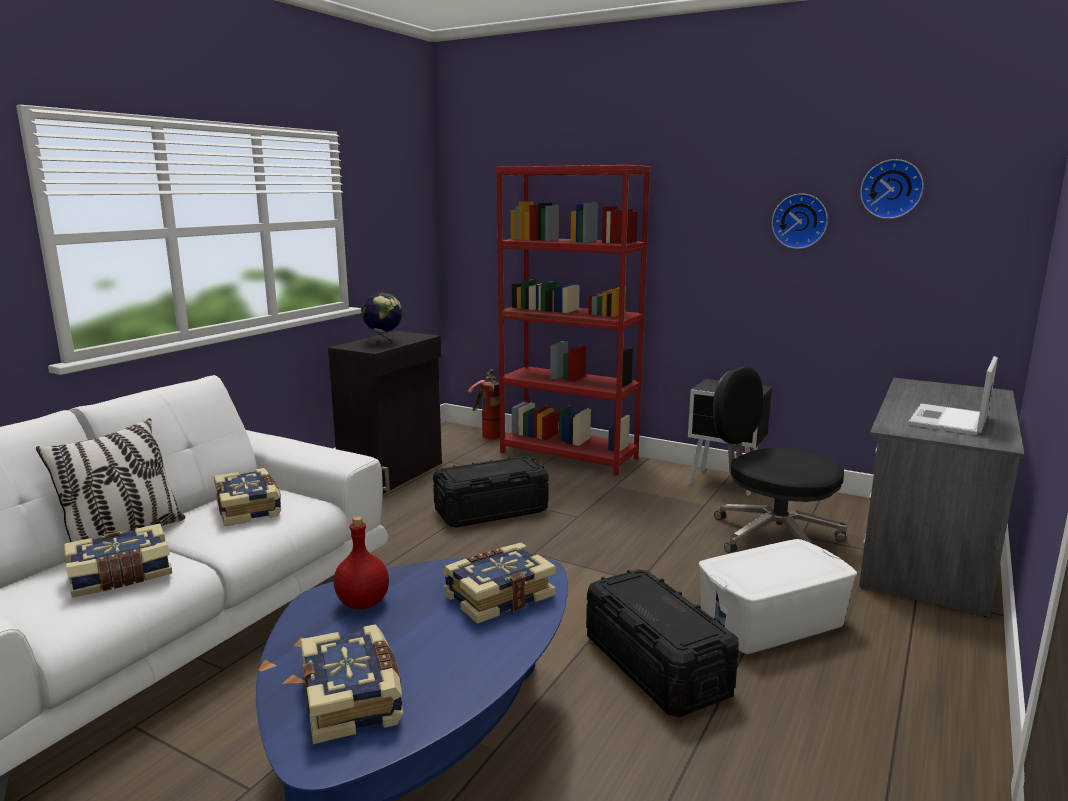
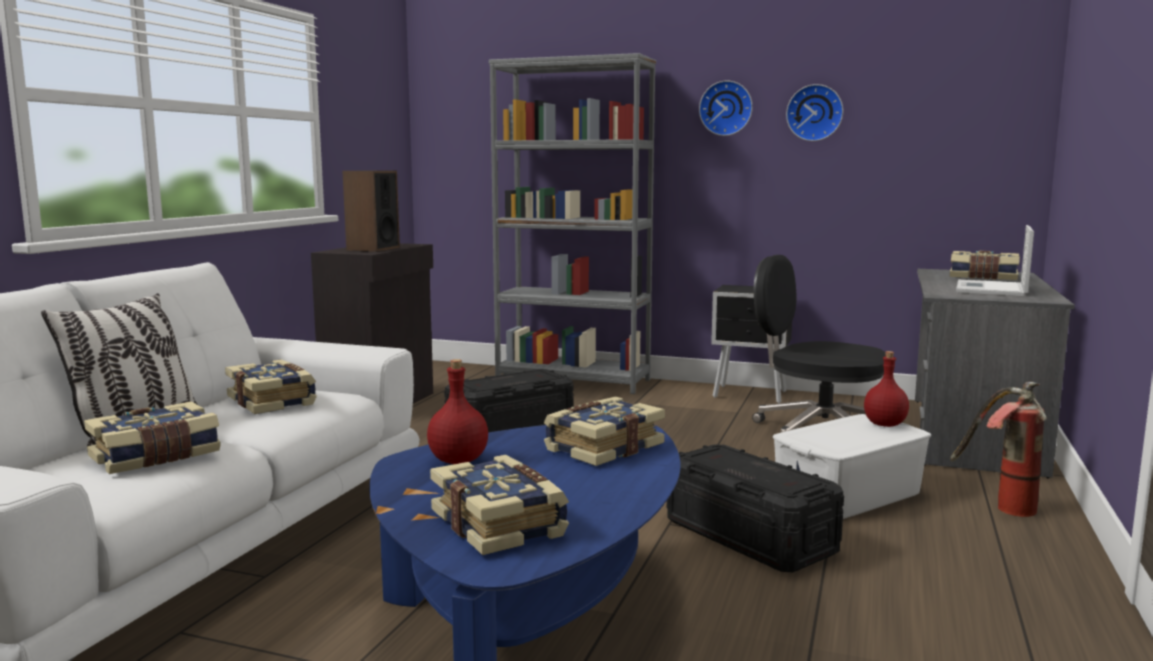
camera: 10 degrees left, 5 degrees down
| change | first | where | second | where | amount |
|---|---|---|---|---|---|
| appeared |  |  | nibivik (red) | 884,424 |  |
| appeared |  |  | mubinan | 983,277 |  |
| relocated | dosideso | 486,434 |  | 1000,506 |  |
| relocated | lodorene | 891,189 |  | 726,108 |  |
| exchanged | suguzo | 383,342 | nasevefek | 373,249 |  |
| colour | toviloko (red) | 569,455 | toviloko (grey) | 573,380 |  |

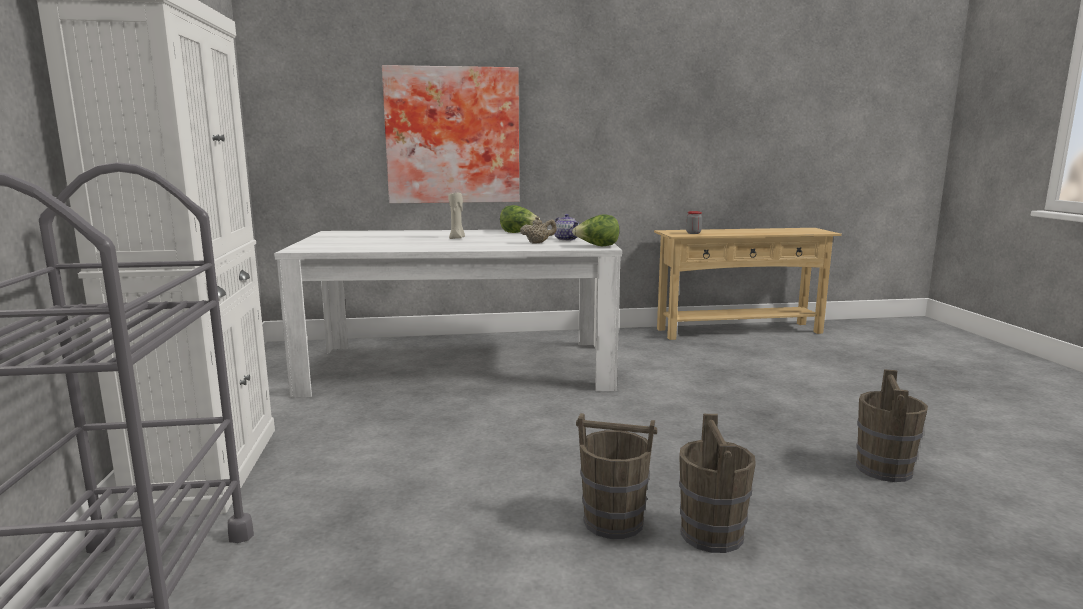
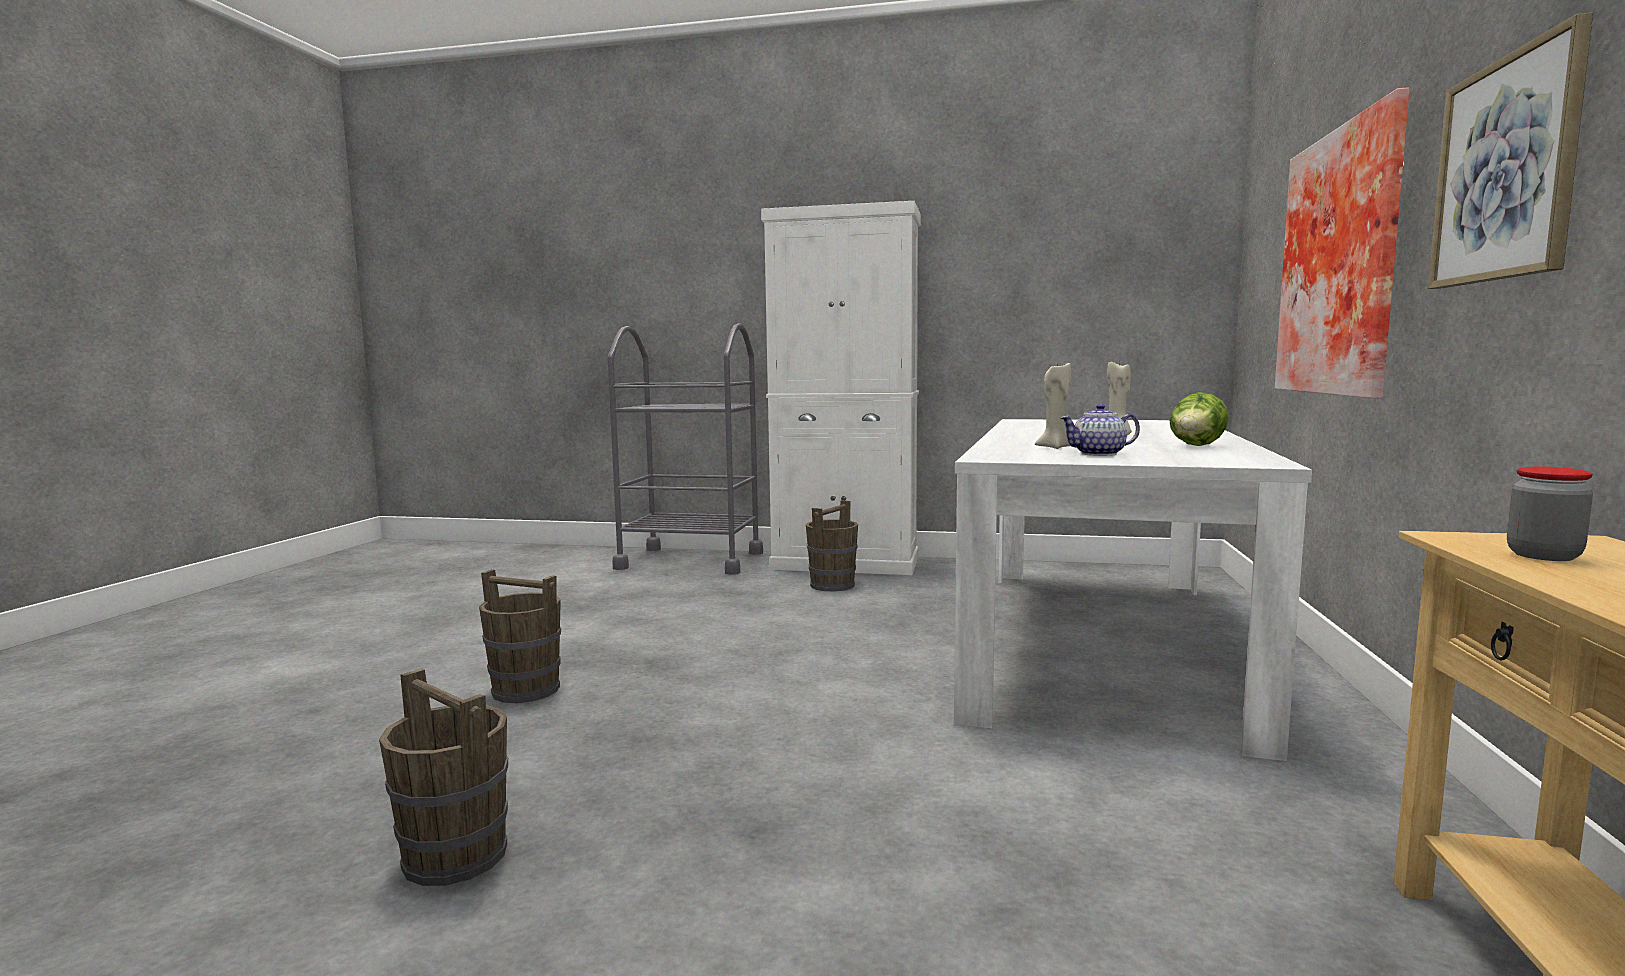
camera: 110 degrees right, 5 degrees down
| change | first | where | second | where | amount |
|---|---|---|---|---|---|
| missing | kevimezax | 597,246 |  |  |  |
| appeared |  |  | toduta | 1506,170 |  |
| relocated | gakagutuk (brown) | 614,522 |  | 832,585 |  |
| exchanged | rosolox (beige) | 538,243 | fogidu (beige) | 1054,447 |  |

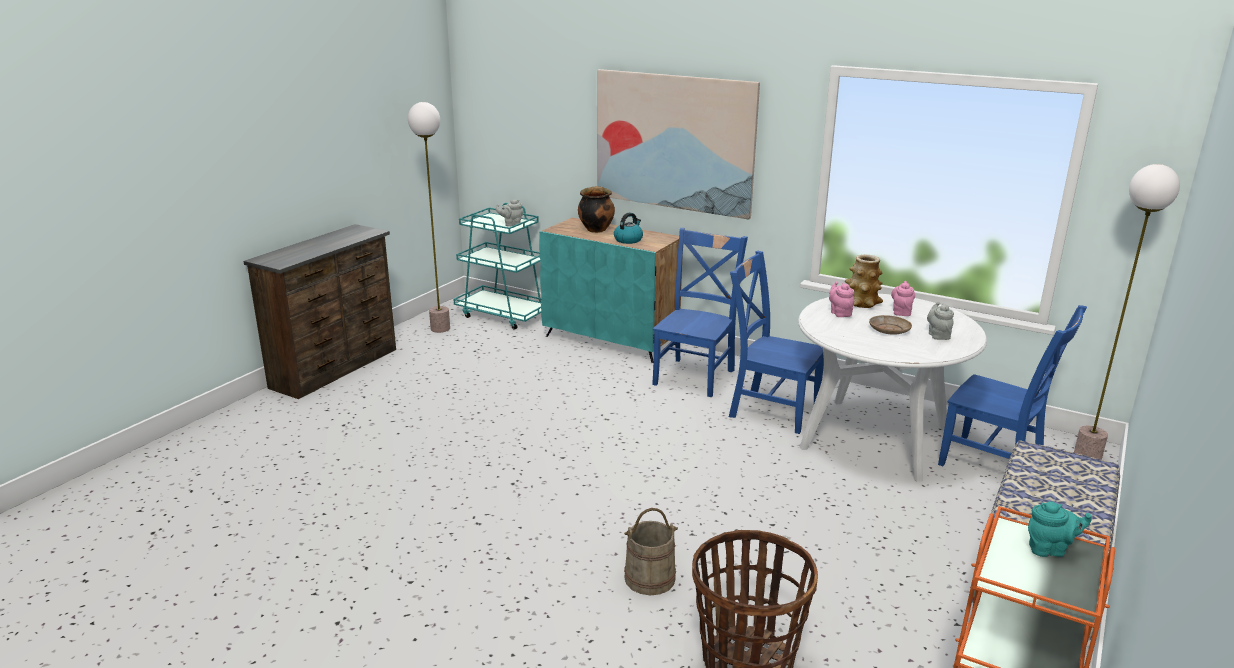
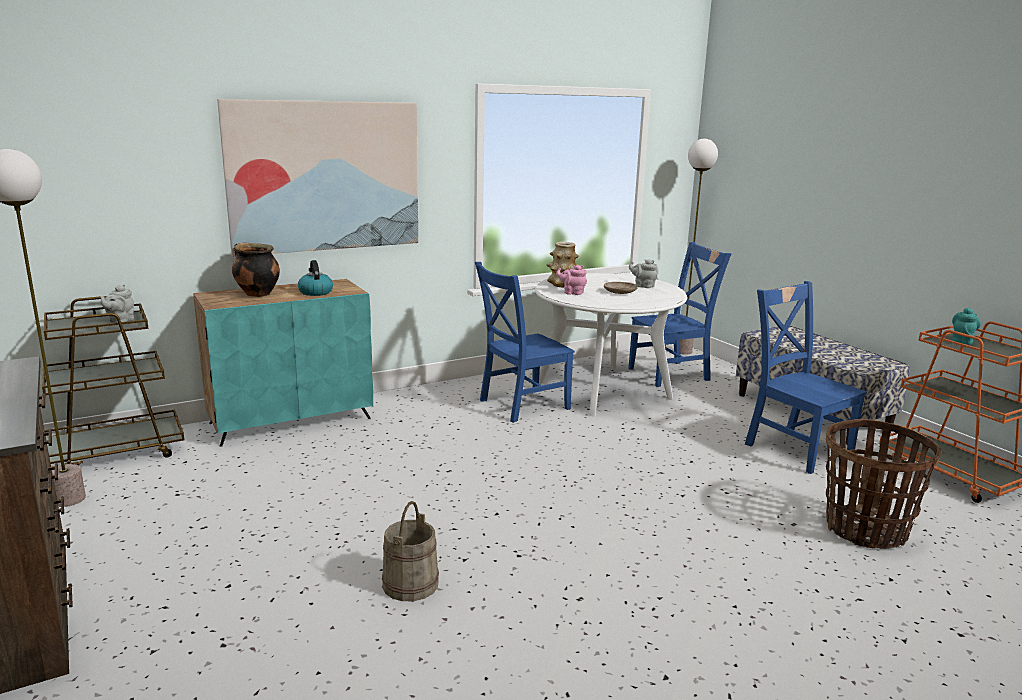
camera: 60 degrees left, 5 degrees down
| change | first | where | second | where | amount |
|---|---|---|---|---|---|
| missing | rosolox (pink) | 901,312 |  |  |  |
| relocated | gakagutuk (beige) | 649,578 |  | 410,583 |  |
| relocated | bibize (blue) | 695,376 |  | 795,448 |  |
| colour | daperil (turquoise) | 503,314 | daperil (brown) | 116,452 |  |

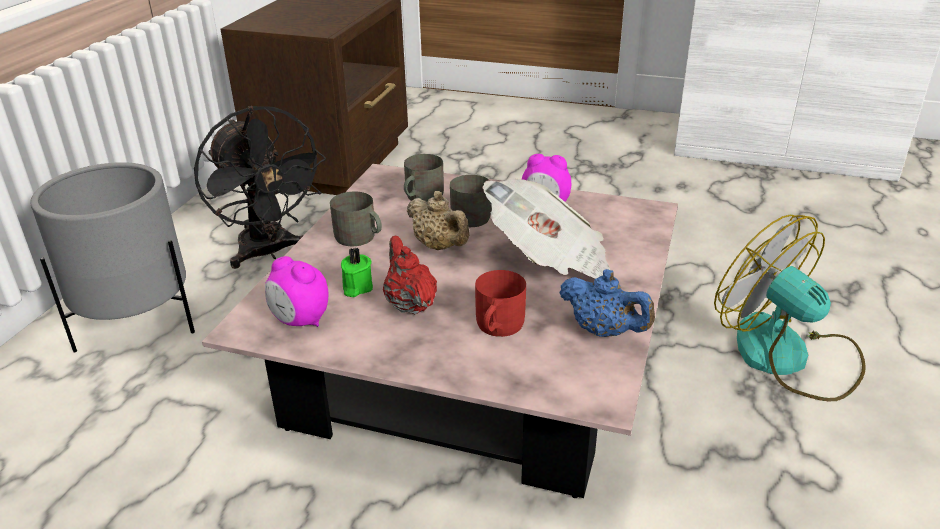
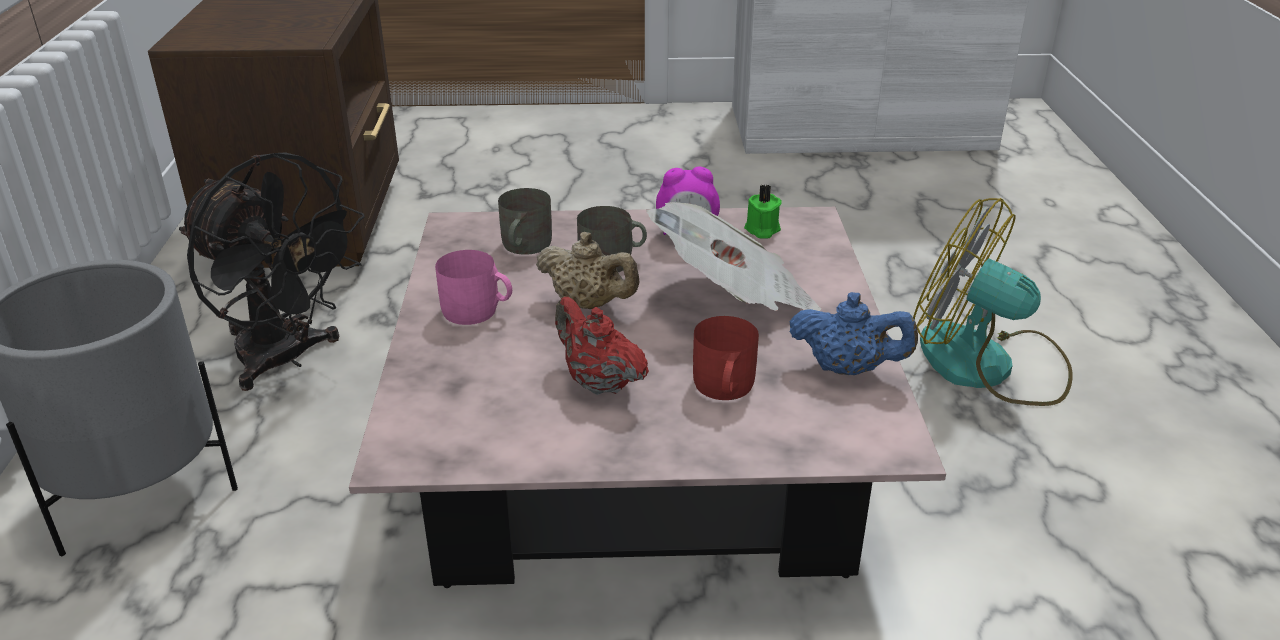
camera: 20 degrees left, 0 degrees up
| change | first | where | second | where | amount |
|---|---|---|---|---|---|
| missing | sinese | 300,321 |  |  |  |
| relocated | fogidu (green) | 356,287 |  | 761,230 |  |
| colour | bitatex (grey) | 359,238 | bitatex (pink) | 477,312 |  |

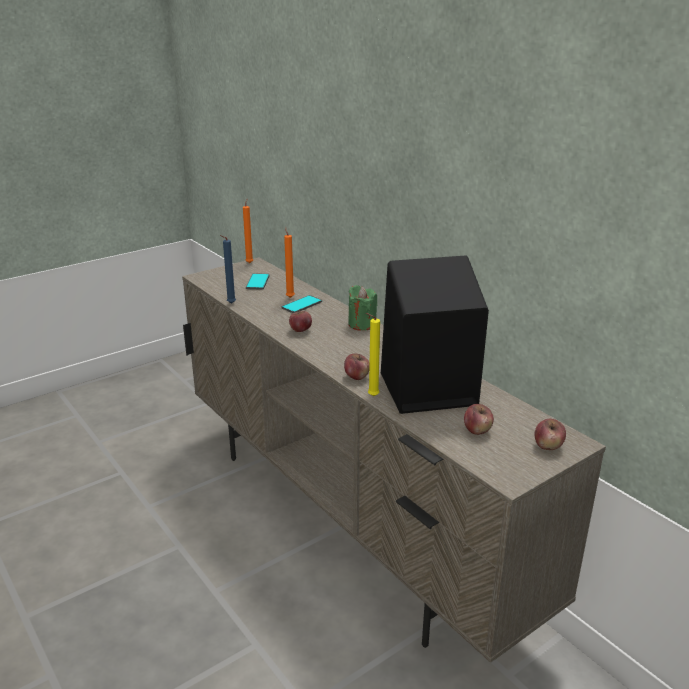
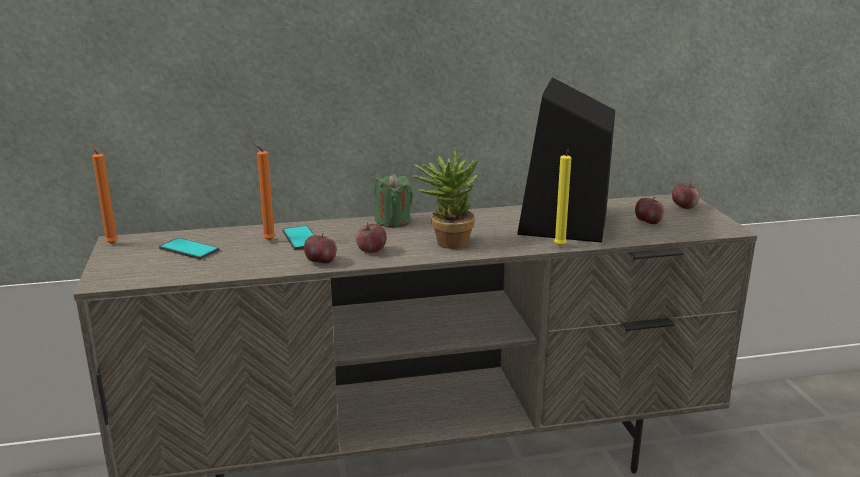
camera: 65 degrees left, 5 degrees down
| change | first | where | second | where | amount |
|---|---|---|---|---|---|
| missing | fogidu (blue) | 230,304 |  |  |  |
| appeared |  |  | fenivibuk | 446,241 |  |
| relocated | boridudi | 357,376 |  | 321,262 |  |

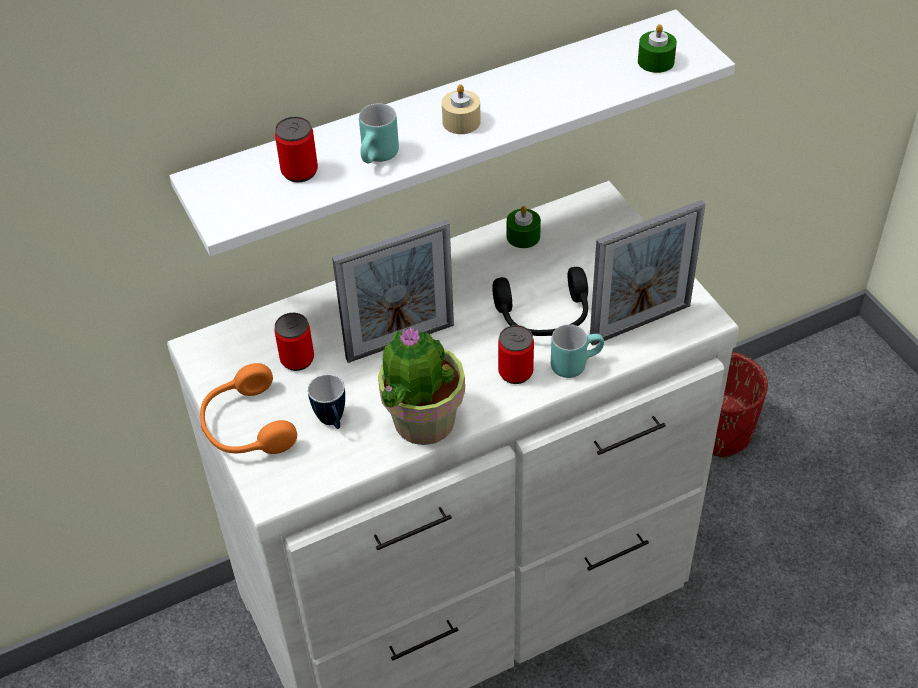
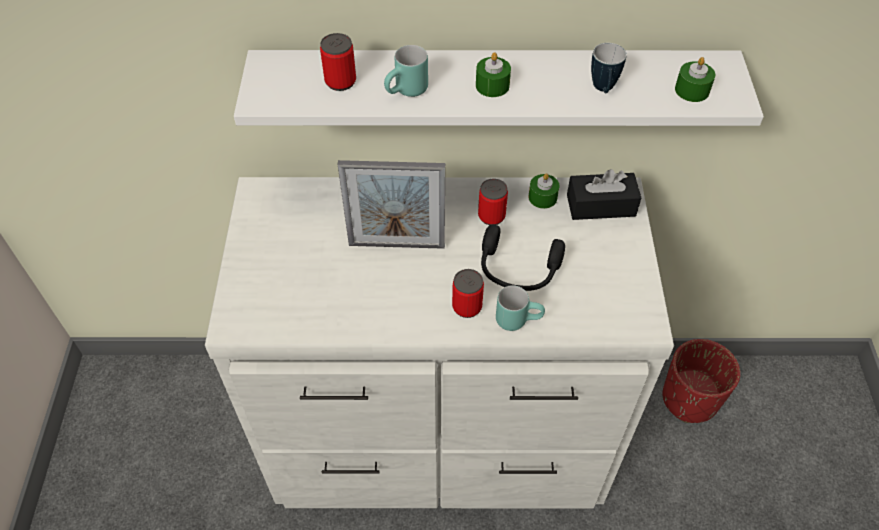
camera: 25 degrees right, 5 degrees up
| change | first | where | second | where | amount |
|---|---|---|---|---|---|
| missing | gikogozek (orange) | 245,426 |  |  |  |
| missing | fenivibuk | 423,421 |  |  |  |
| missing | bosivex | 640,323 |  |  |  |
| appeared |  |  | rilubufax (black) | 601,205 |  |
| relocated | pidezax | 297,359 |  | 491,216 |  |
| relocated | bitatex | 333,422 |  | 603,90 |  |
| colour | fogidu (beige) | 461,122 | fogidu (green) | 492,85 |  |

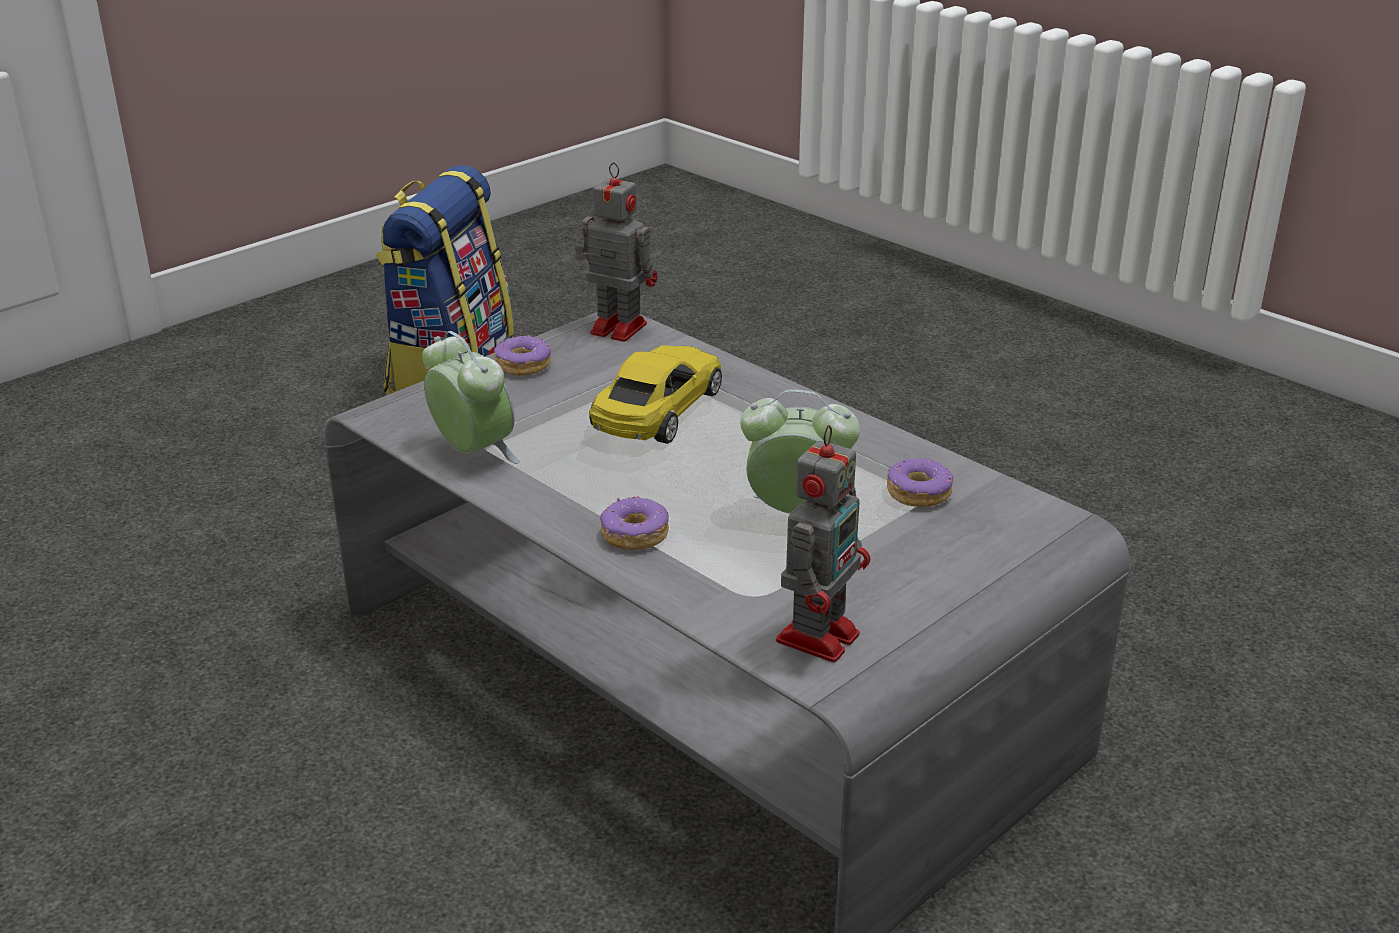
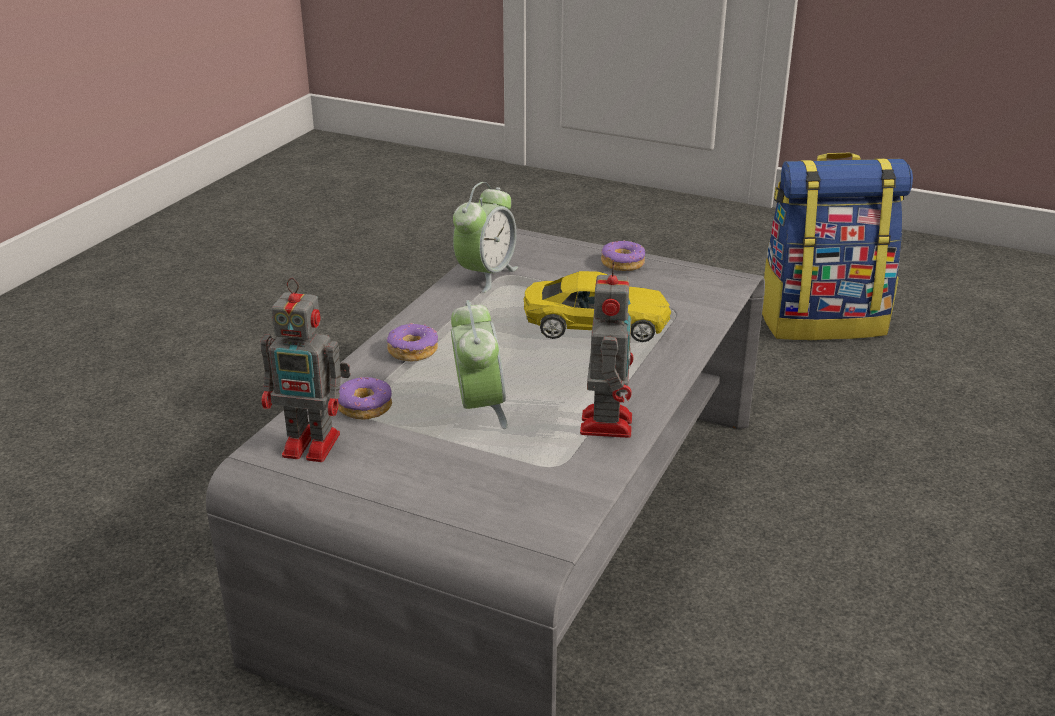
camera: 70 degrees right, 0 degrees up
| change | first | where | second | where | amount |
|---|---|---|---|---|---|
| relocated | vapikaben | 616,328 |  | 606,422 |  |
| relocated | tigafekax | 918,493 |  | 365,407 |  |

